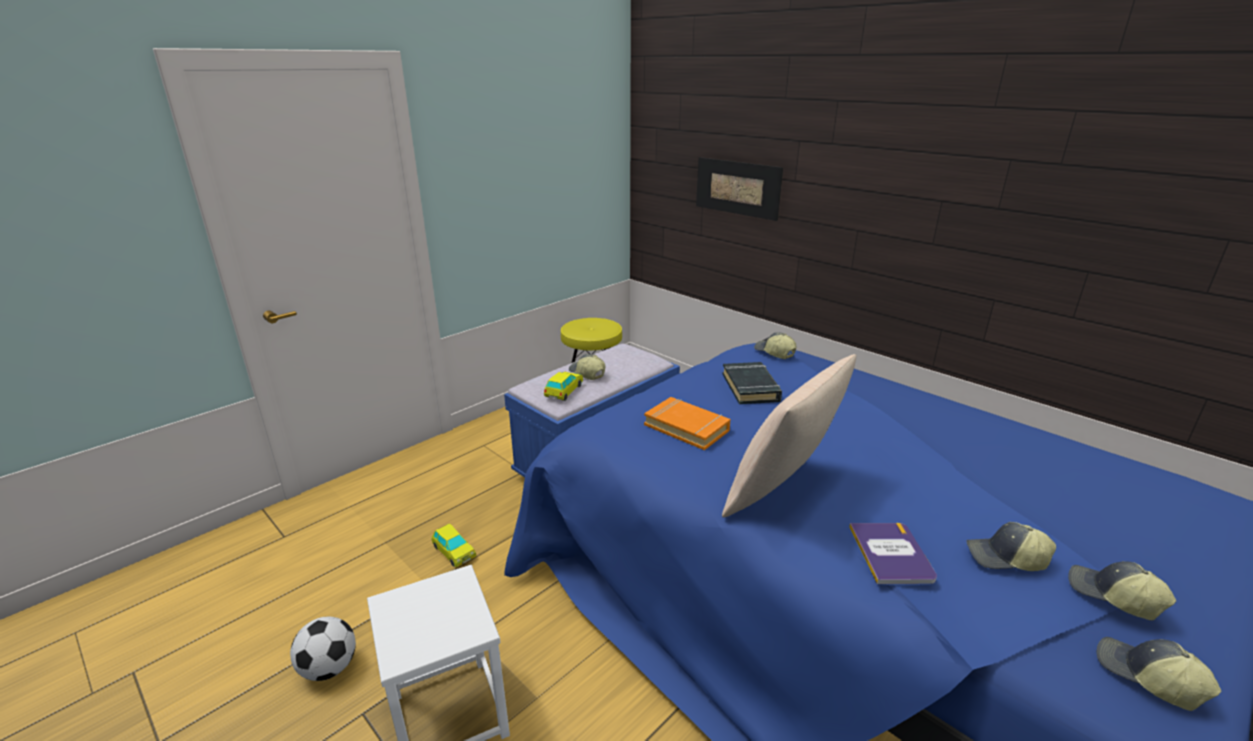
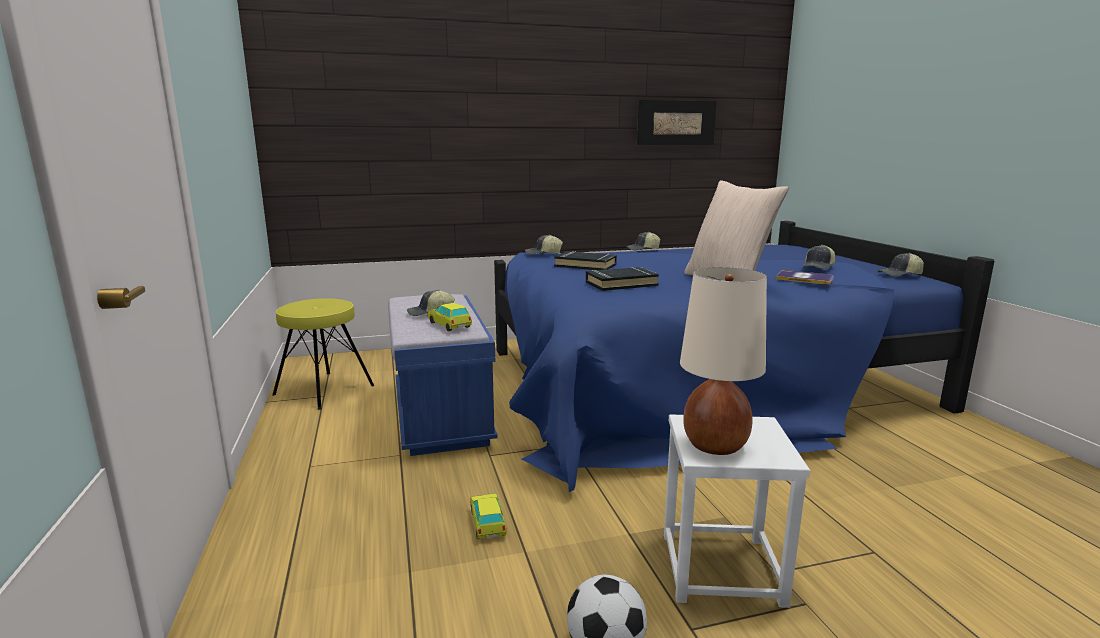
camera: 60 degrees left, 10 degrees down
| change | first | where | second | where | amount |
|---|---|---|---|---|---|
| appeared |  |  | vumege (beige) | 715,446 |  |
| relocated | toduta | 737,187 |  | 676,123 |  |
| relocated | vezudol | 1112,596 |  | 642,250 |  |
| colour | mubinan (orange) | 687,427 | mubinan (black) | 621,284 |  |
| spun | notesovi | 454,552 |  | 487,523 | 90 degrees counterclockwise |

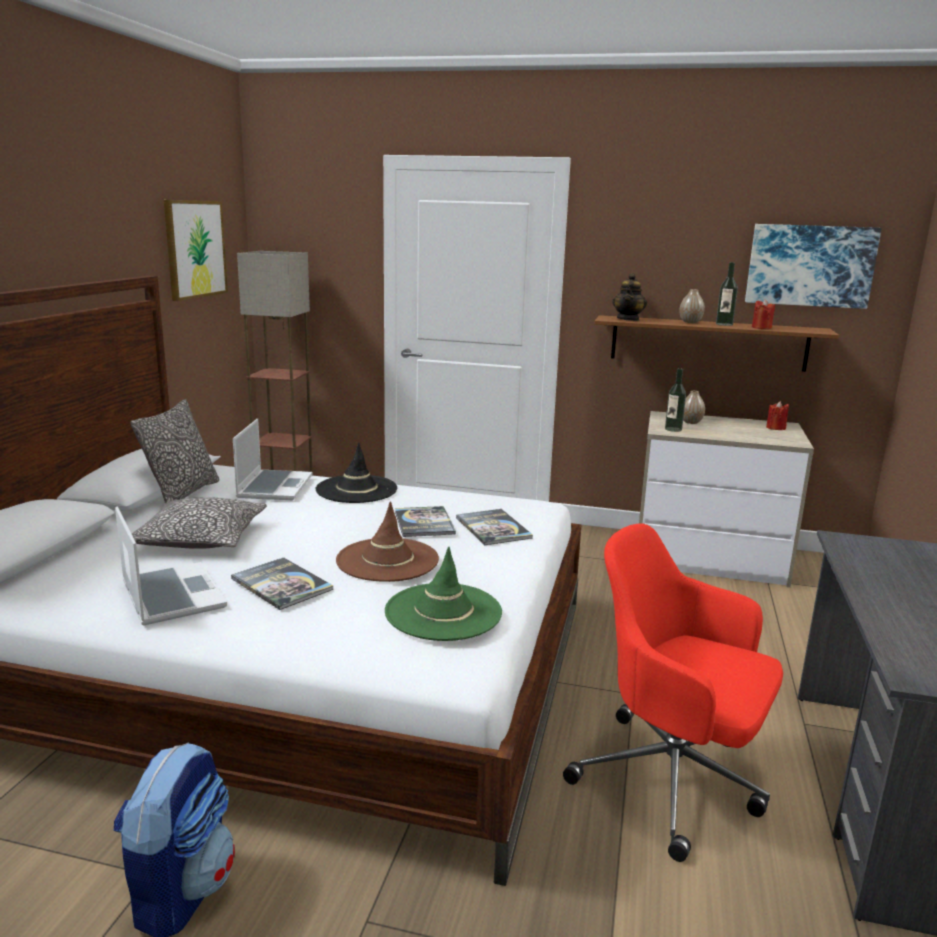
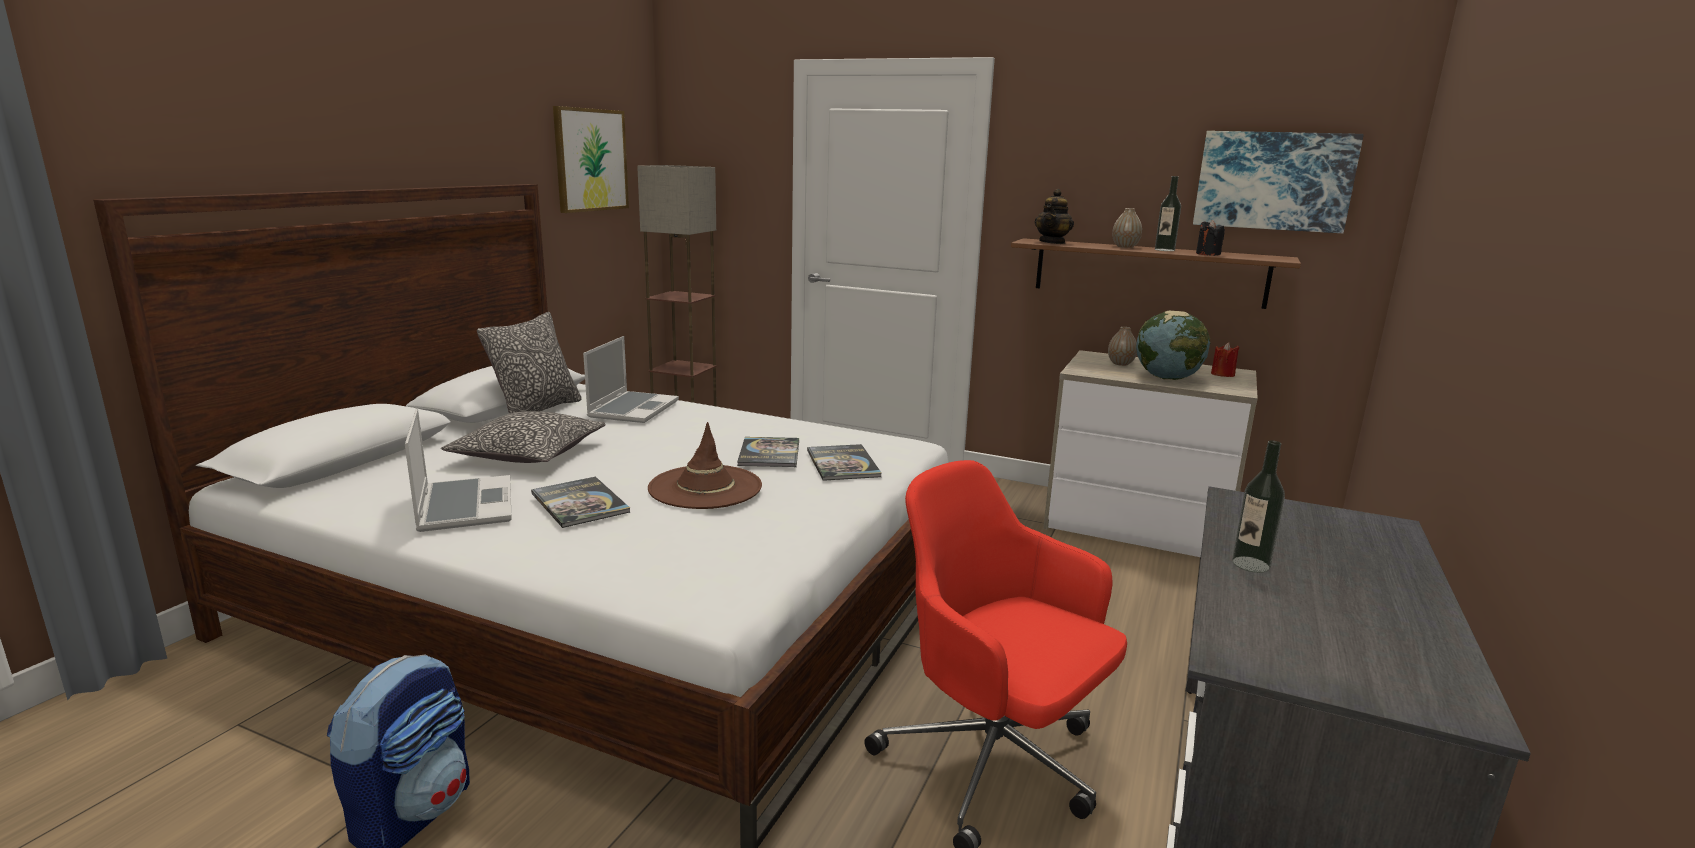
camera: 10 degrees right, 0 degrees up
| change | first | where | second | where | amount |
|---|---|---|---|---|---|
| missing | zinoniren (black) | 356,489 |  |  |  |
| missing | zinoniren (green) | 443,612 |  |  |  |
| appeared |  |  | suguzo | 1167,378 |  |
| relocated | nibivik | 673,429 |  | 1250,564 |  |
| colour | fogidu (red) | 761,328 | fogidu (black) | 1207,254 |  |

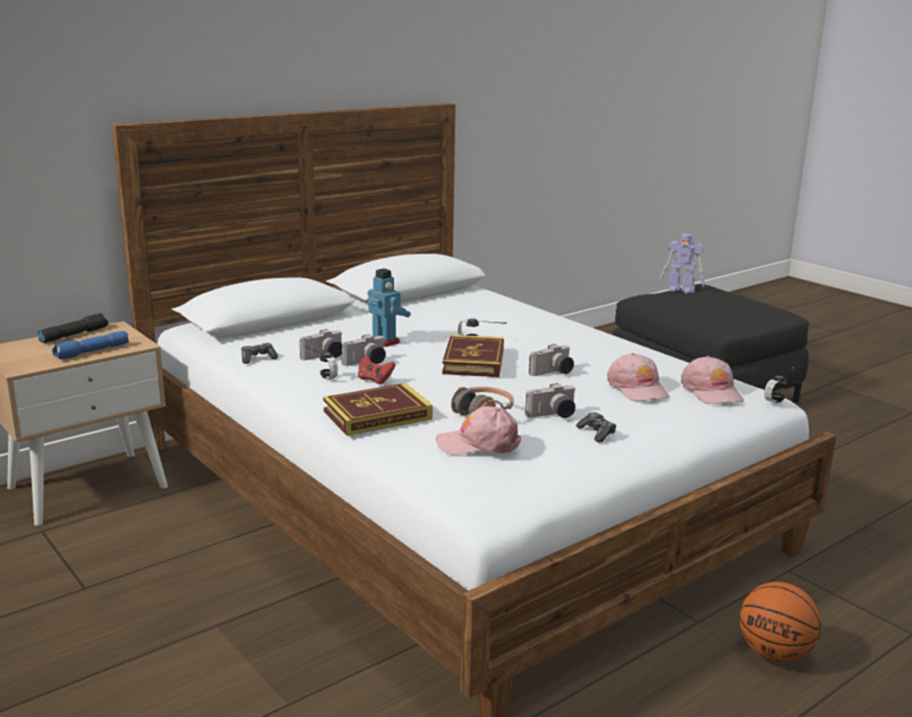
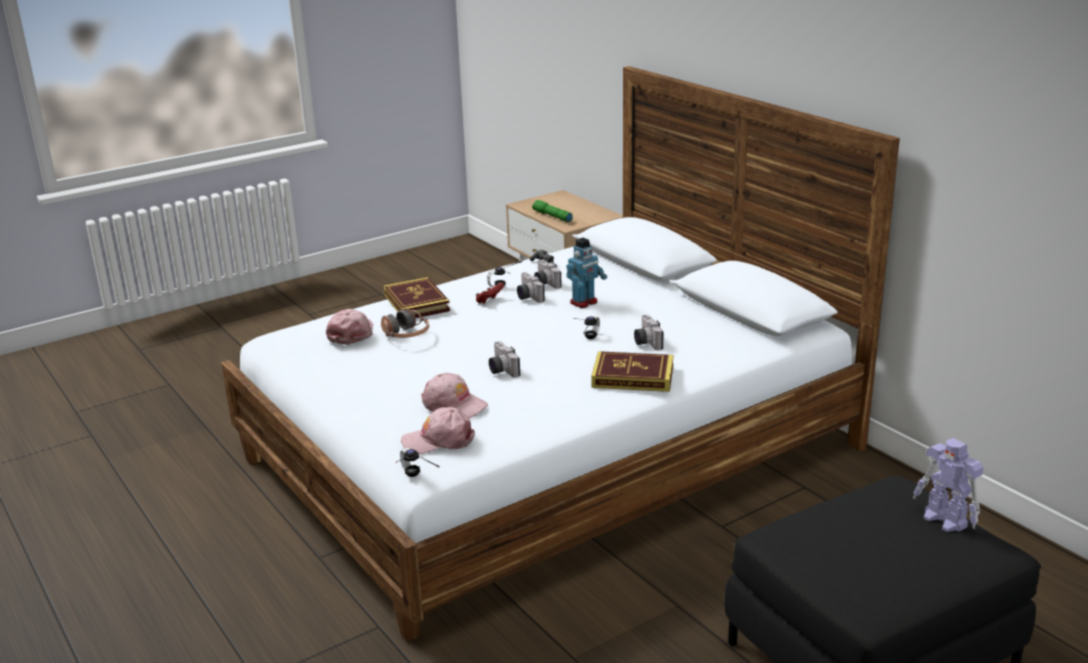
camera: 95 degrees right, 5 degrees up
| change | first | where | second | where | amount |
|---|---|---|---|---|---|
| missing | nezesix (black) | 74,335 |  |  |  |
| missing | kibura | 596,433 |  |  |  |
| missing | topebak | 774,653 |  |  |  |
| relocated | mubinan | 474,361 |  | 633,376 |  |
| relocated | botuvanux | 553,415 |  | 645,342 |  |
| colour | nezesix (blue) | 92,352 | nezesix (green) | 552,216 |  |
| spun | vezudol (pink) | 638,388 |  | 454,404 | 135 degrees counterclockwise |
| spun | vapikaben | 681,290 |  | 945,520 | 60 degrees counterclockwise |

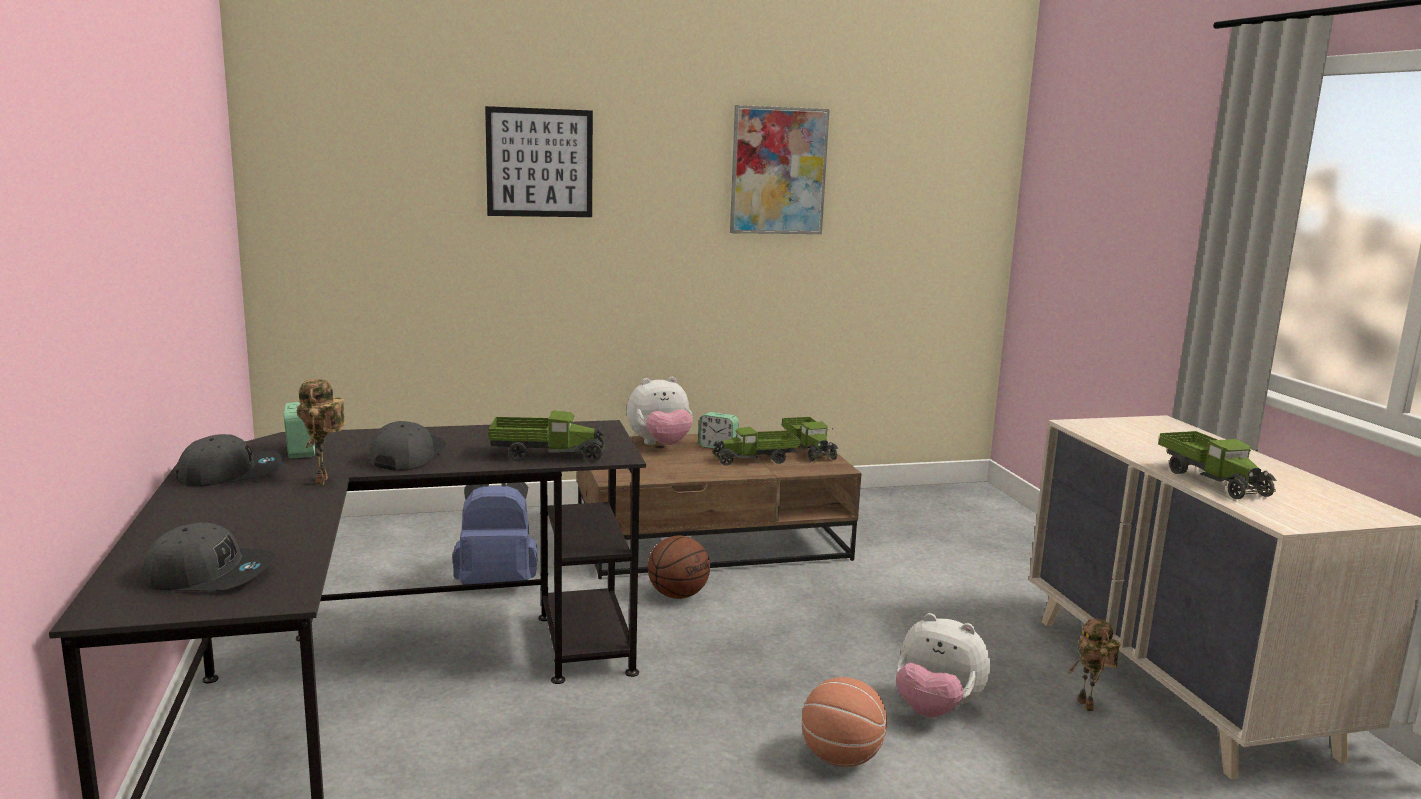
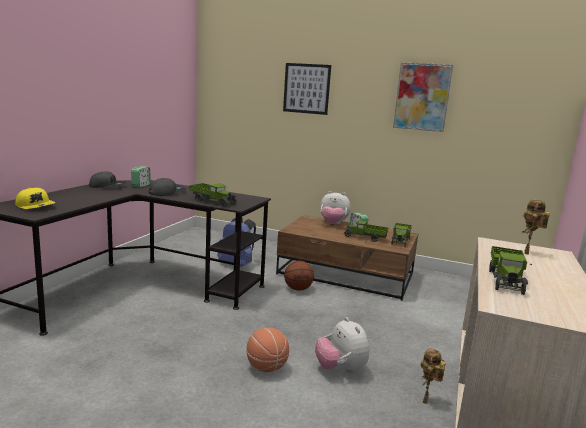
camera: 35 degrees right, 0 degrees up
| change | first | where | second | where | amount |
|---|---|---|---|---|---|
| relocated | vapikaben | 324,481 |  | 528,253 |  |
| colour | vezudol (grey) | 210,575 | vezudol (yellow) | 35,206 |  |

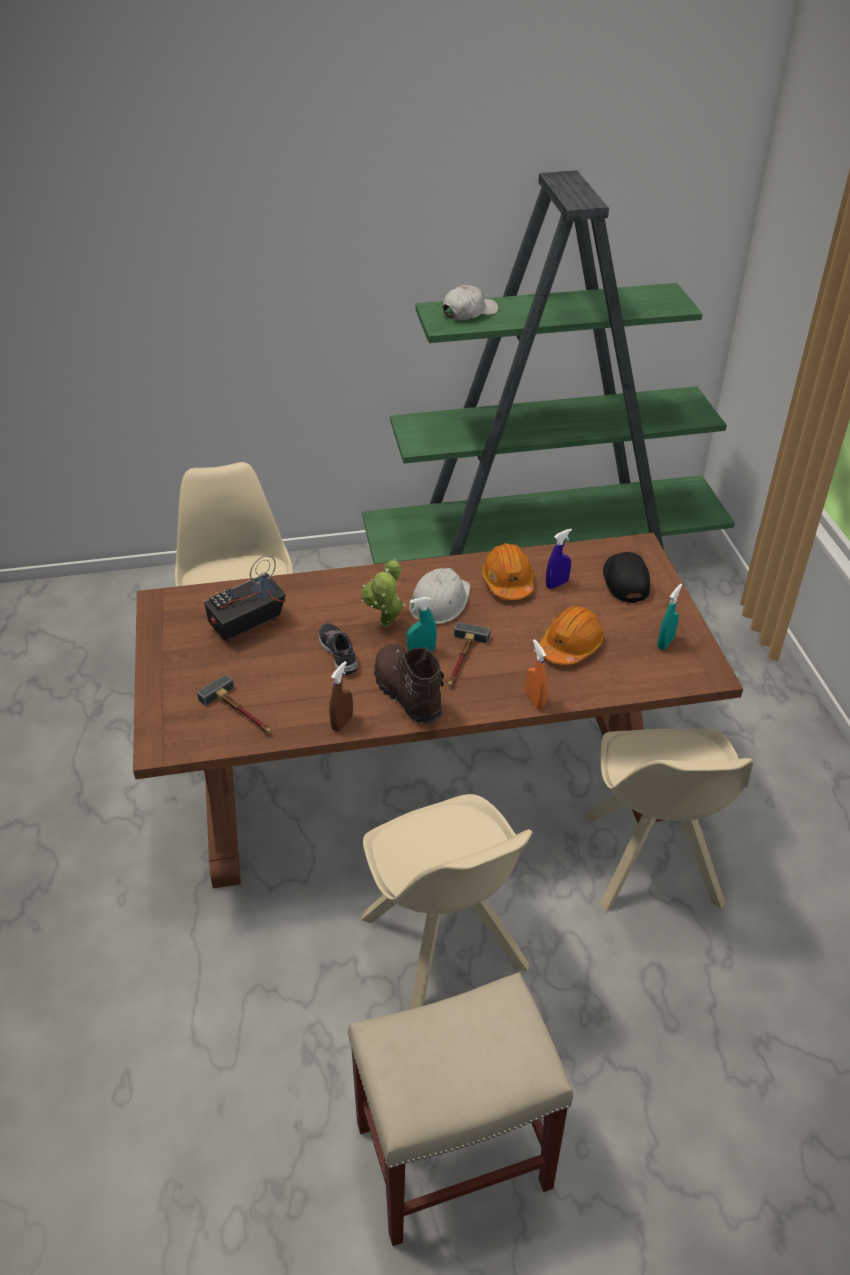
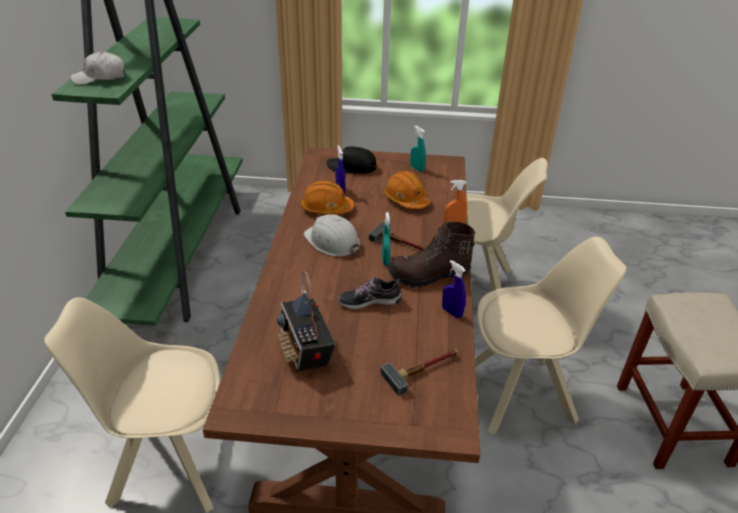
camera: 75 degrees left, 5 degrees down
| change | first | where | second | where | amount |
|---|---|---|---|---|---|
| missing | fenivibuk | 386,626 |  |  |  |
| colour | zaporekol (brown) | 342,722 | zaporekol (blue) | 452,312 |  |
| spun | vezudol (white) | 469,312 |  | 100,78 | 90 degrees counterclockwise |

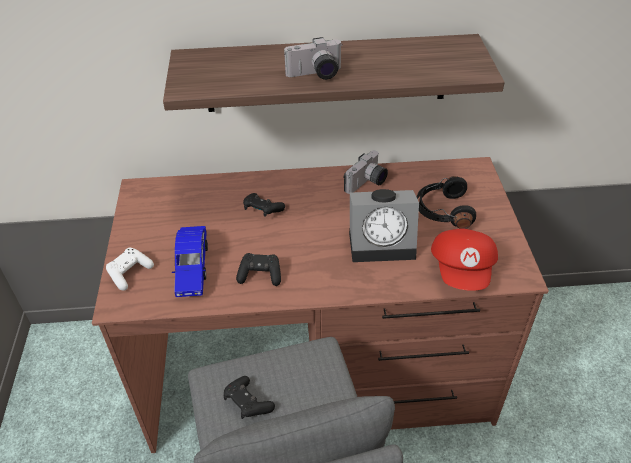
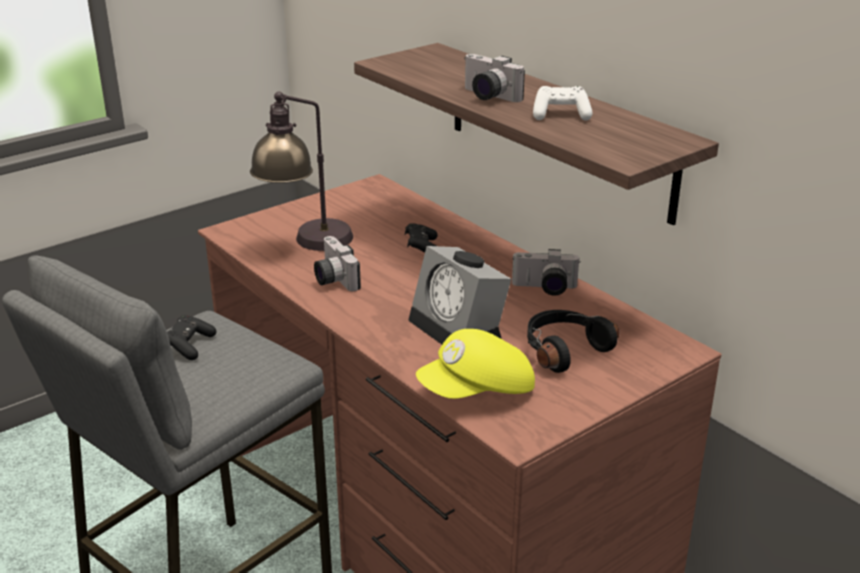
camera: 55 degrees right, 15 degrees down
| change | first | where | second | where | amount |
|---|---|---|---|---|---|
| relocated | kibura (white) | 130,273 |  | 561,115 |  |
| exchanged | notesovi (blue) | 192,267 | vumege | 306,245 |  |
| exchanged | kibura (black) | 260,275 | botuvanux | 332,279 |  |
| colour | vezudol (red) | 463,270 | vezudol (yellow) | 478,392 |  |

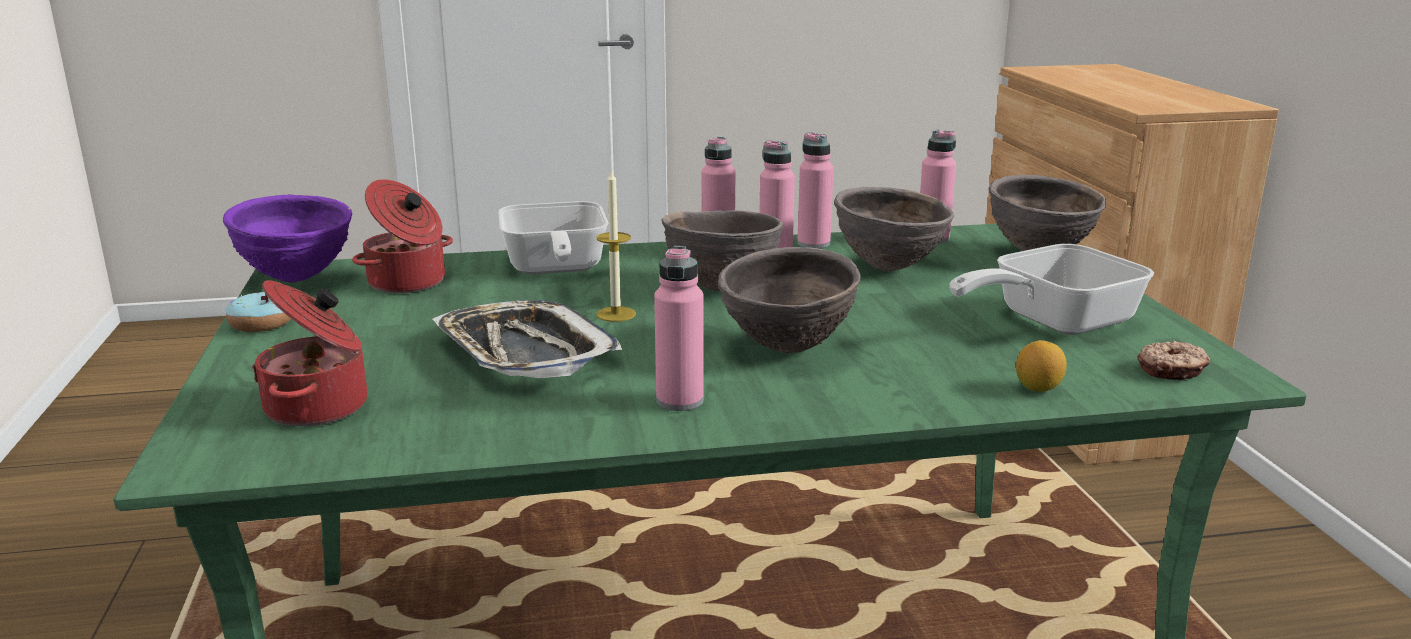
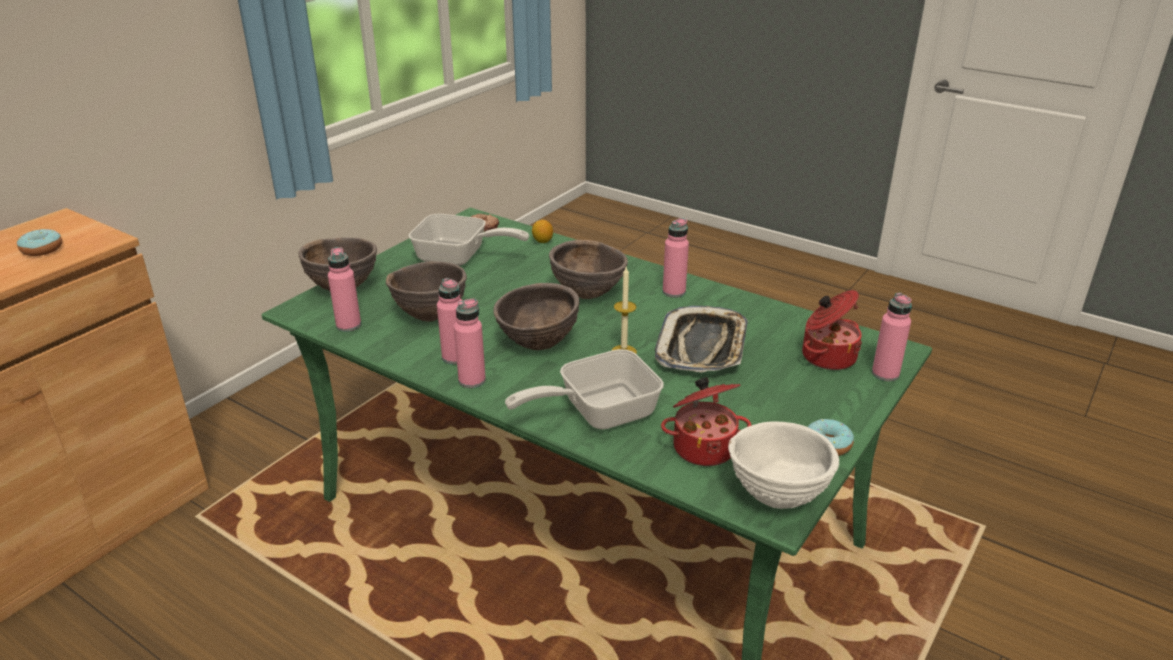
camera: 135 degrees left, 10 degrees up
| change | first | where | second | where | amount |
|---|---|---|---|---|---|
| appeared |  |  | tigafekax | 42,249 |  |
| relocated | nibivik (pink) | 813,244 |  | 885,374 |  |
| colour | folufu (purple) | 297,279 | folufu (white) | 777,497 |  |
| spun | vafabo | 554,269 |  | 597,412 | 150 degrees counterclockwise |

